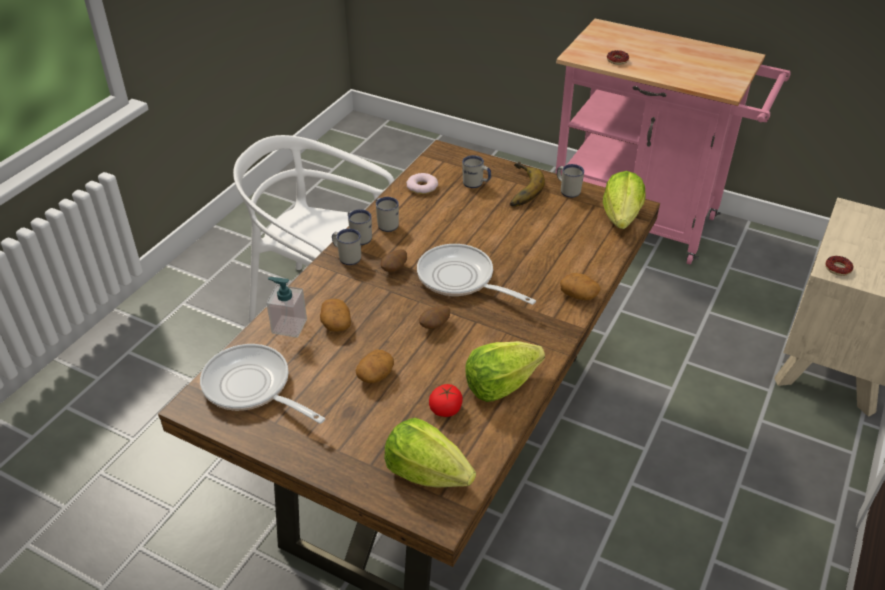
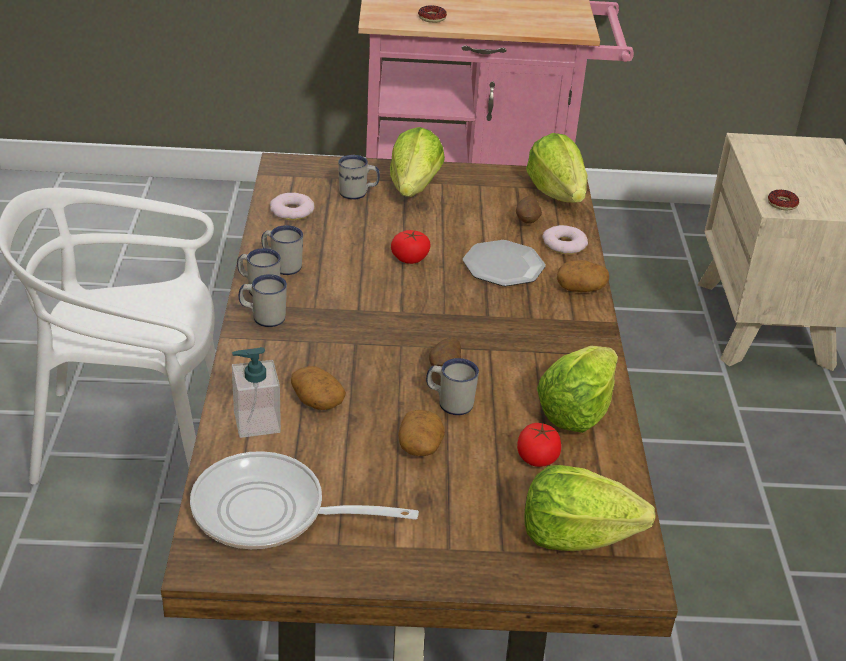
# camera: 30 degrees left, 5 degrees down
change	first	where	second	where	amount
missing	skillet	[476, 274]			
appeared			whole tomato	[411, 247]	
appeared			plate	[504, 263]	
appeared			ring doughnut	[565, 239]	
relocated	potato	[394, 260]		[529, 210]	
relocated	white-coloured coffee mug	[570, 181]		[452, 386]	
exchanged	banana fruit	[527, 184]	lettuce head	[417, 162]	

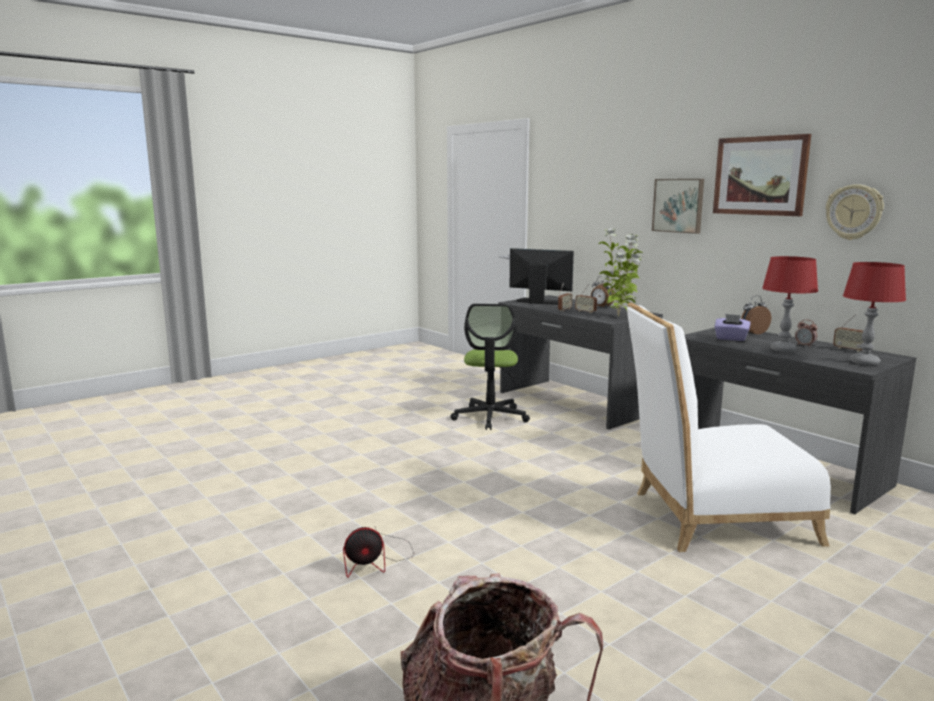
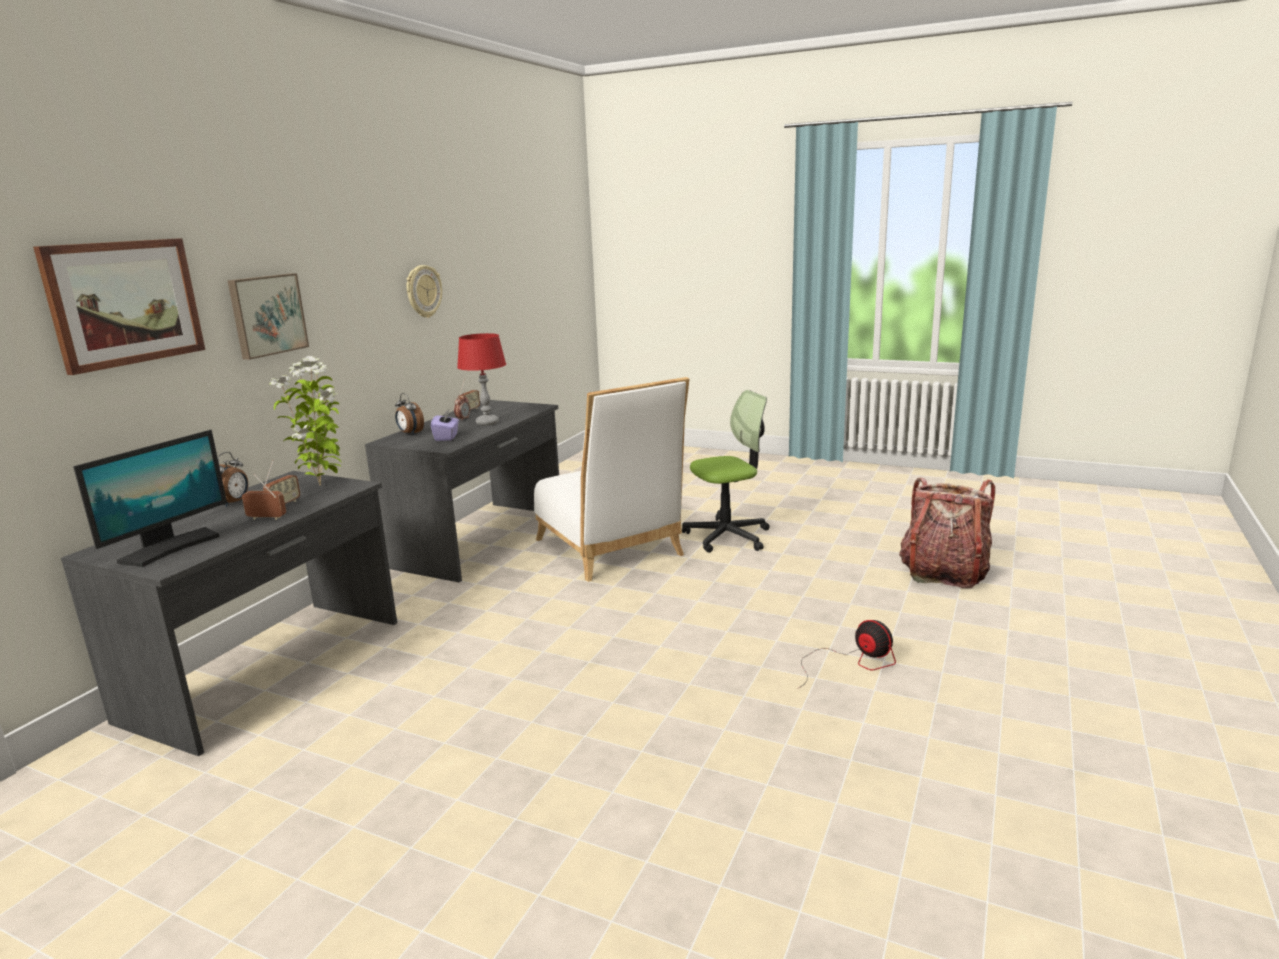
# camera: 115 degrees left, 5 degrees up
change	first	where	second	where	amount
missing	red table lamp	[874, 313]			
relocated	office chair	[490, 367]		[726, 471]	
relocated	wall art	[762, 175]		[119, 306]	
spun	monitor	[542, 276]		[150, 498]	150 degrees counterclockwise

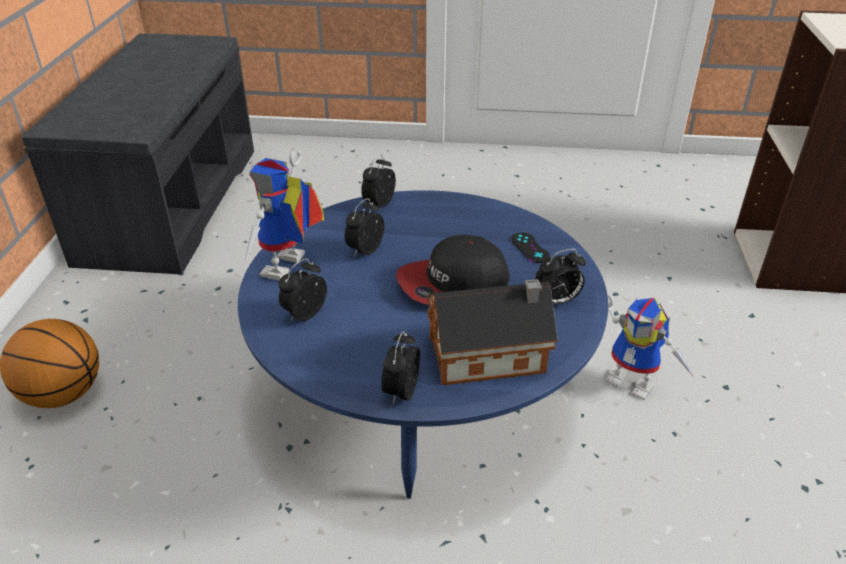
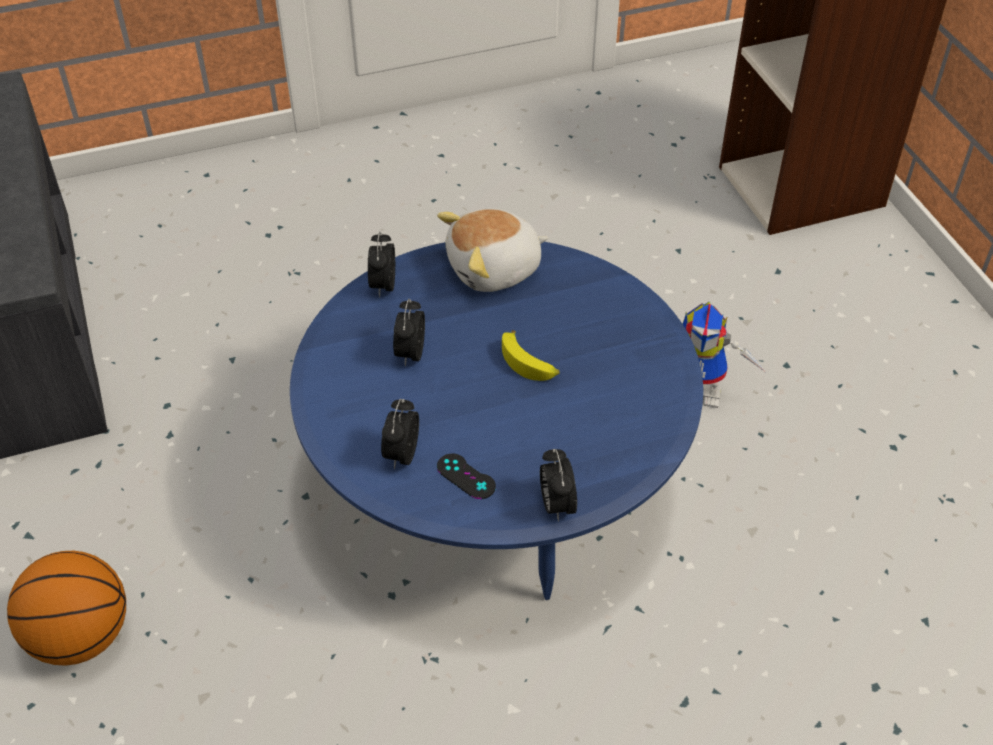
# camera: 25 degrees left, 10 degrees up
change	first	where	second	where	amount
missing	model robot	[284, 216]			
missing	model house	[492, 332]			
missing	table clock	[560, 276]			
appeared			plush toy	[492, 250]	
relocated	black game controller	[530, 247]		[466, 476]	
exchanged	baseball cap	[453, 270]	banana fruit	[531, 355]	

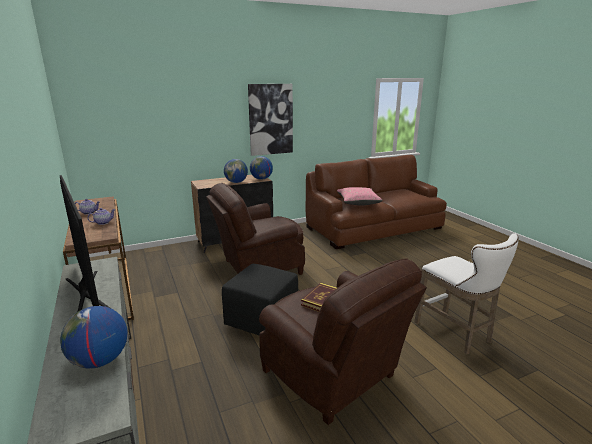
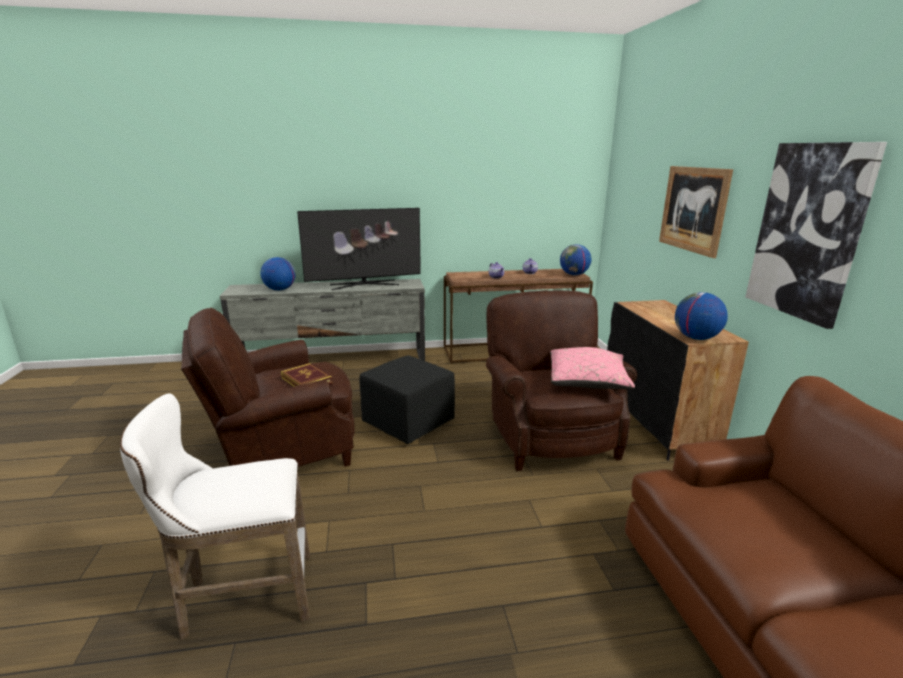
# camera: 105 degrees right, 0 degrees up
change	first	where	second	where	amount
appeared			wall art	[696, 212]	
relocated	world globe	[236, 171]		[575, 259]	
relocated	pink-coloured cushion	[359, 196]		[592, 368]	

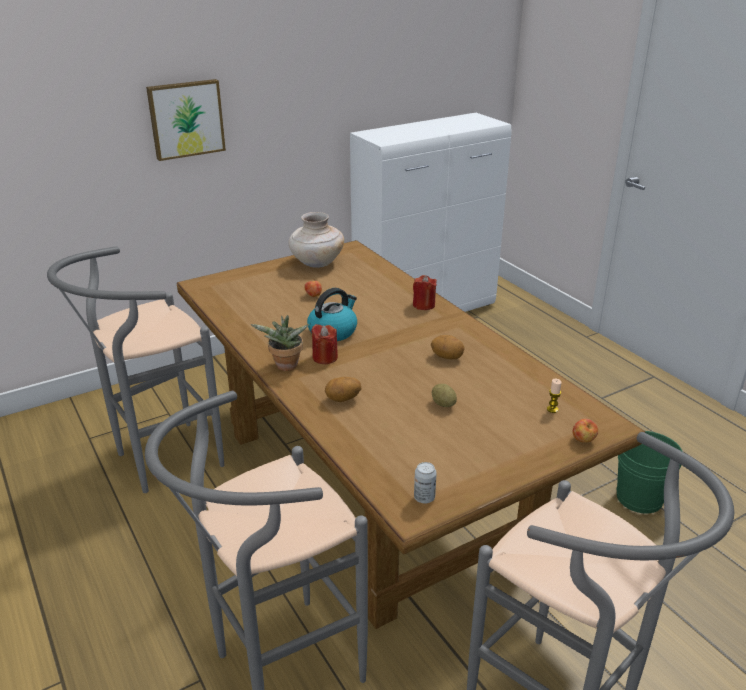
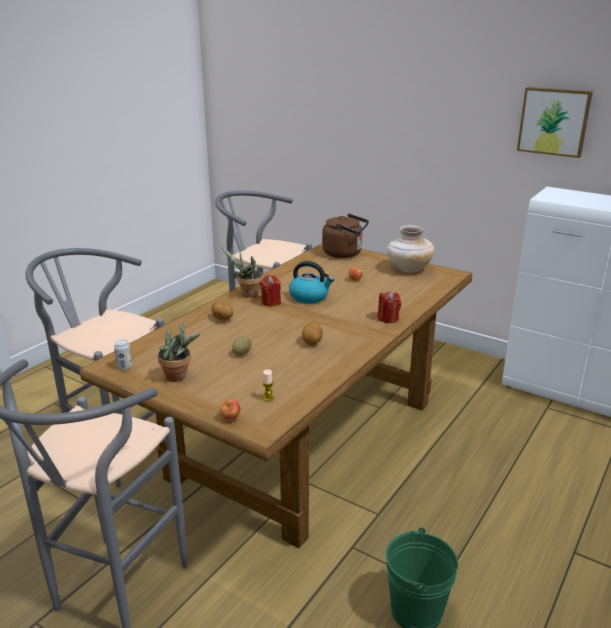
# camera: 65 degrees right, 5 degrees down
change	first	where	second	where	amount
appeared			potted plant	[178, 352]	
appeared			brown-coloured tea kettle	[345, 236]	
relocated	wall art	[186, 120]		[555, 122]	

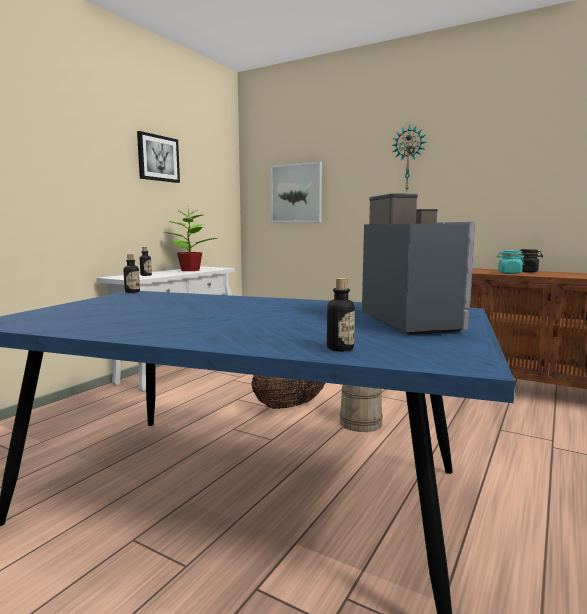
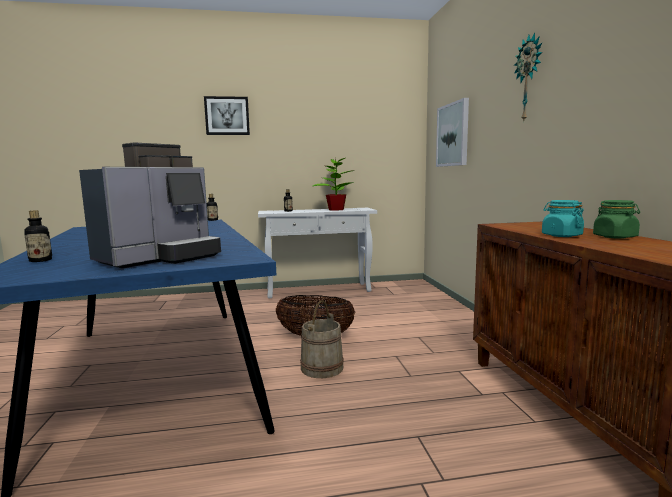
# camera: 50 degrees right, 0 degrees up
change	first	where	second	where	amount
relocated	wall art	[158, 157]		[227, 115]	
colour	black storage jar	[531, 260]	green-coloured storage jar	[616, 219]	

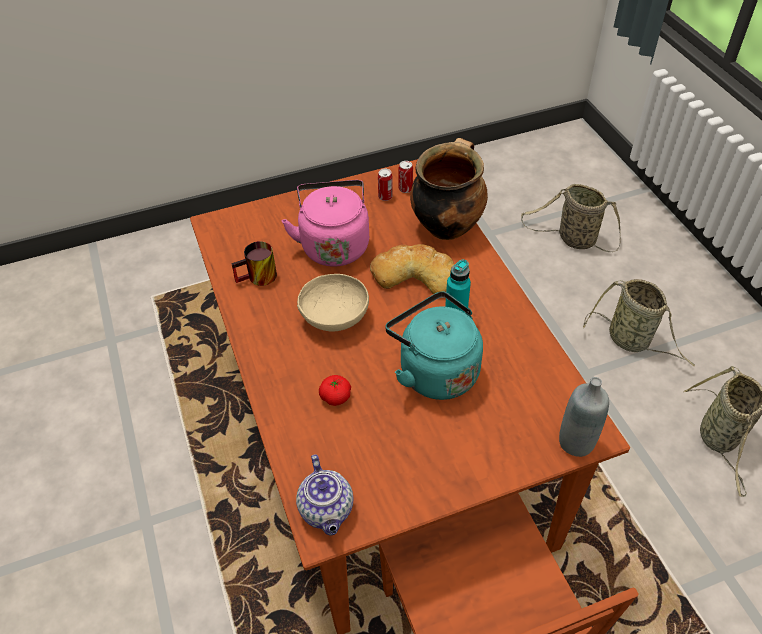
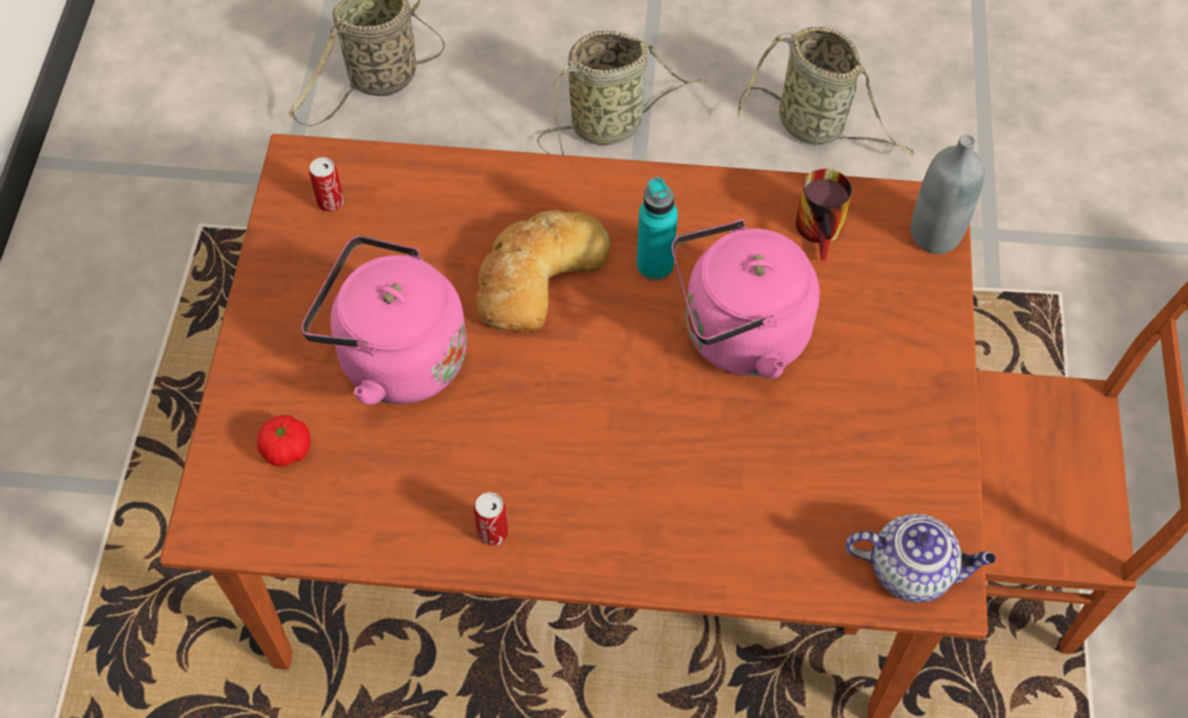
# camera: 65 degrees left, 10 degrees up
change	first	where	second	where	amount
missing	sand-coloured bowl	[333, 303]			
missing	cooking pot	[449, 189]			
relocated	coffee mug	[254, 263]		[824, 215]	
relocated	whole tomato	[335, 390]		[284, 441]	
relocated	sealed can	[385, 185]		[491, 519]	
colour	turquoise tea kettle	[434, 346]	pink-coloured tea kettle	[746, 299]	

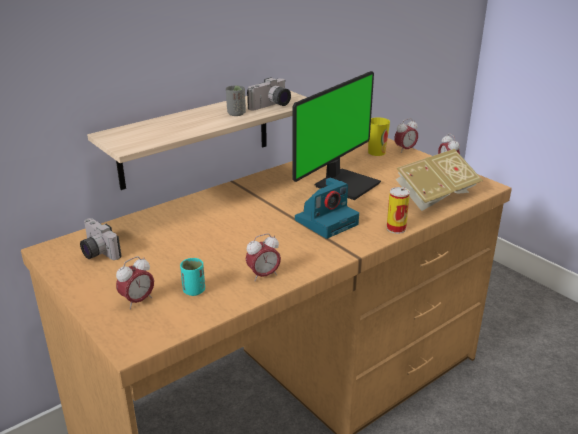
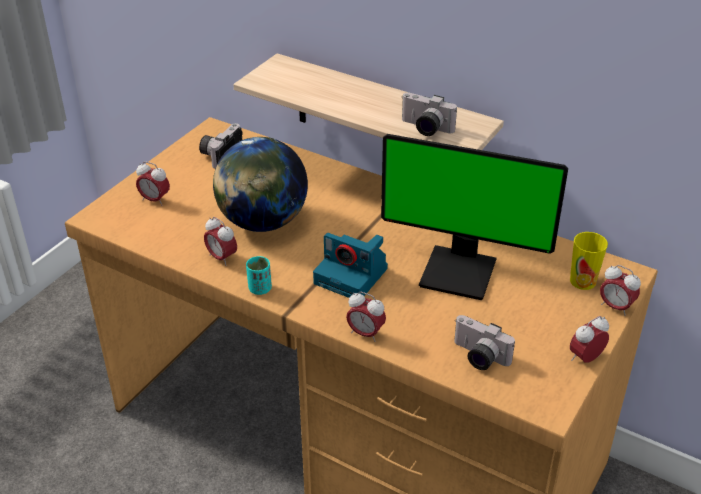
# camera: 70 degrees right, 10 degrees up
change	first	where	second	where	amount
missing	greyish small cup	[236, 100]			
appeared			world globe	[260, 184]	
relocated	turquoise small cup	[192, 277]		[259, 275]	
exchanged	sealed can	[398, 210]	table clock	[366, 316]	
exchanged	bound book	[439, 180]	photo camera	[484, 342]	

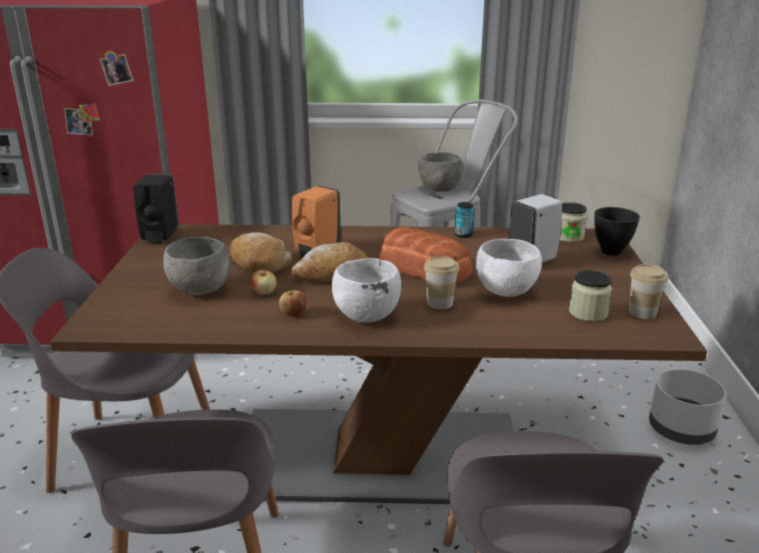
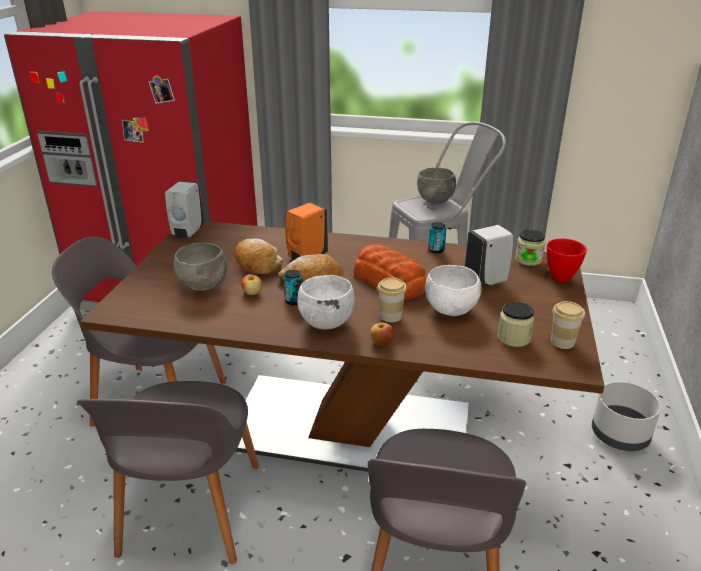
# camera: 10 degrees right, 5 degrees up
change	first	where	second	where	amount
appeared			sealed can	[293, 287]	
relocated	apple	[292, 303]		[382, 334]	
colour	black soap bottle	[156, 208]	white-coloured soap bottle	[184, 210]	
colour	black bowl	[617, 231]	red bowl	[567, 260]	

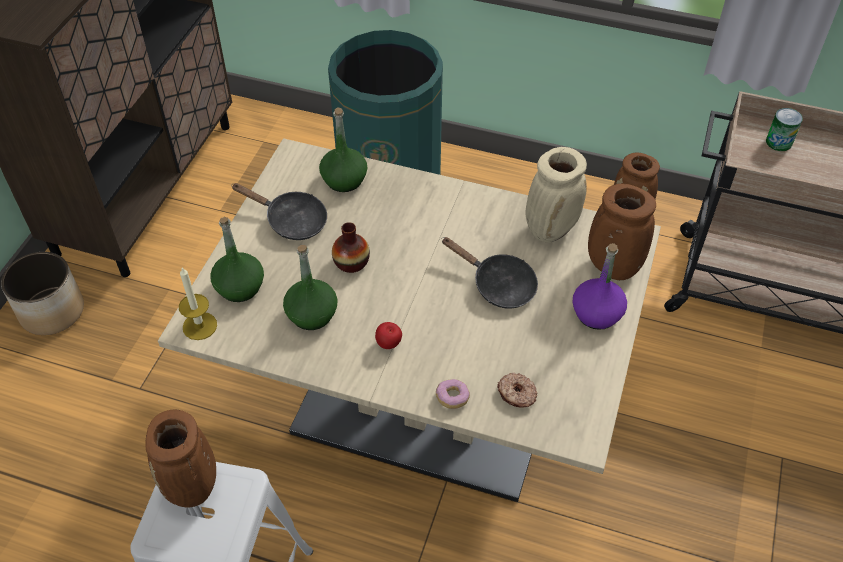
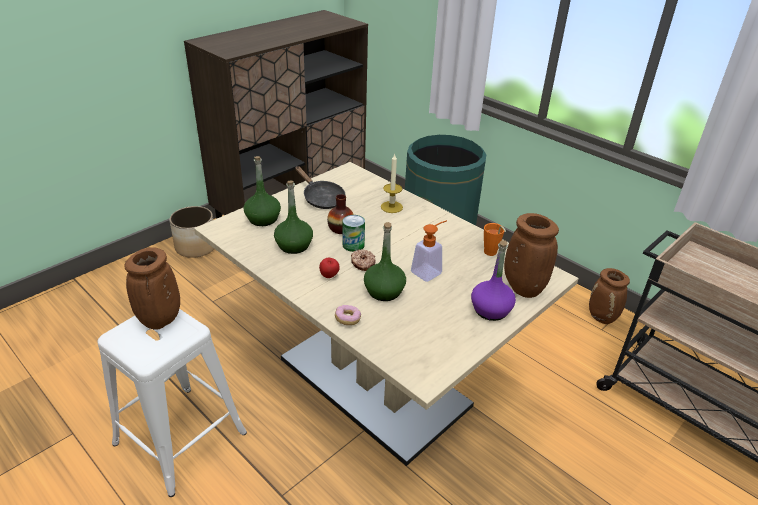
# camera: 25 degrees right, 15 degrees down
change	first	where	second	where	amount
relocated	wax candle	[198, 303]		[392, 183]	
relocated	green-coloured bottle	[343, 149]		[385, 261]	
relocated	ring doughnut	[517, 390]		[363, 260]	
relocated	sealed can	[784, 129]		[354, 233]	
exchanged	black skillet	[489, 273]	soap bottle	[429, 251]	
exchanged	sand-coloured flower vase	[556, 195]	orangey small cup	[495, 239]	

